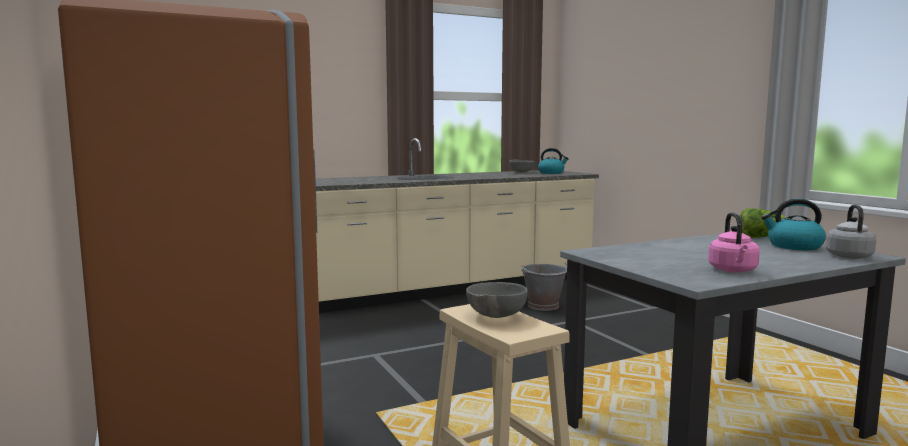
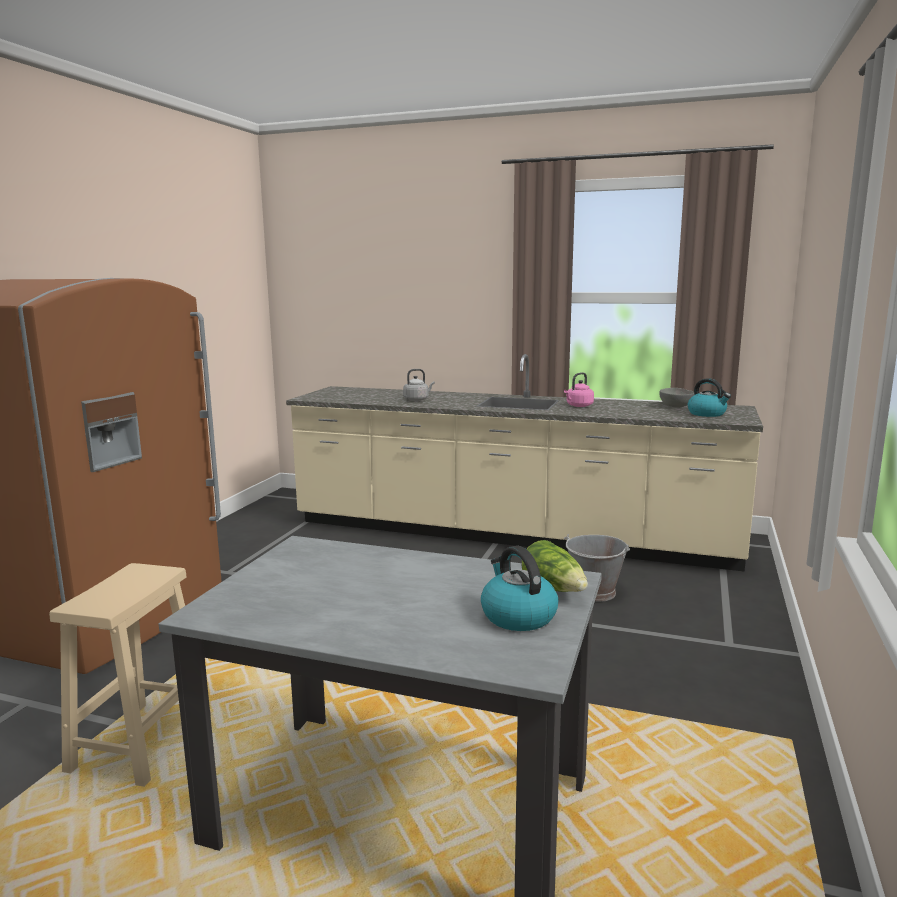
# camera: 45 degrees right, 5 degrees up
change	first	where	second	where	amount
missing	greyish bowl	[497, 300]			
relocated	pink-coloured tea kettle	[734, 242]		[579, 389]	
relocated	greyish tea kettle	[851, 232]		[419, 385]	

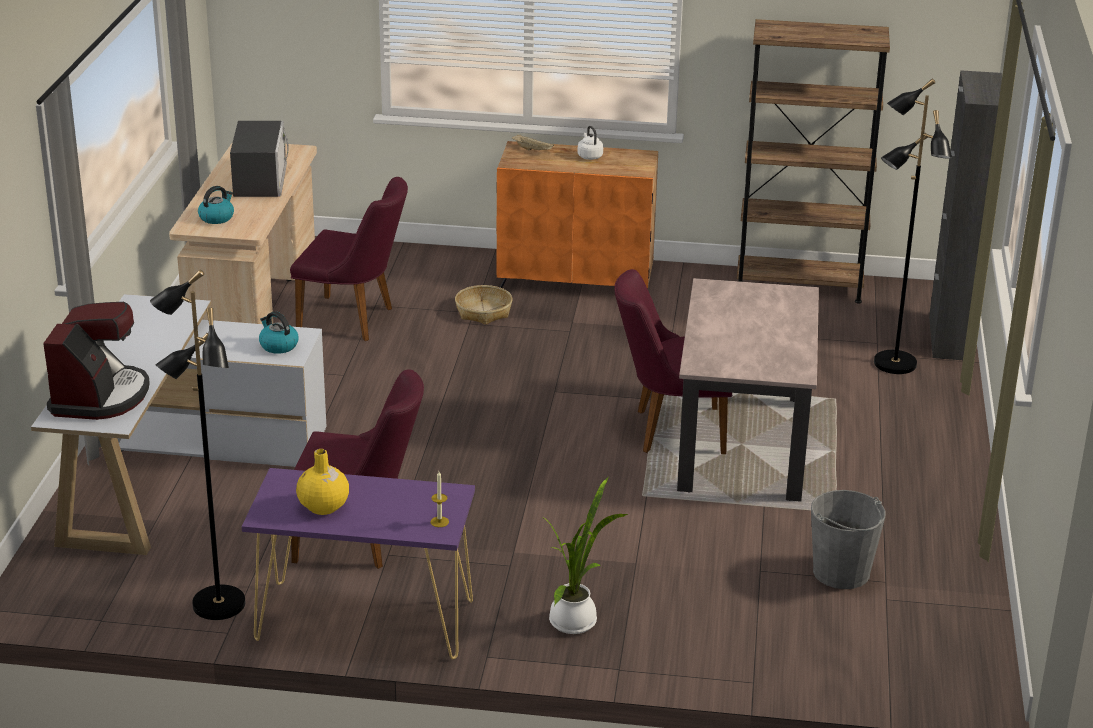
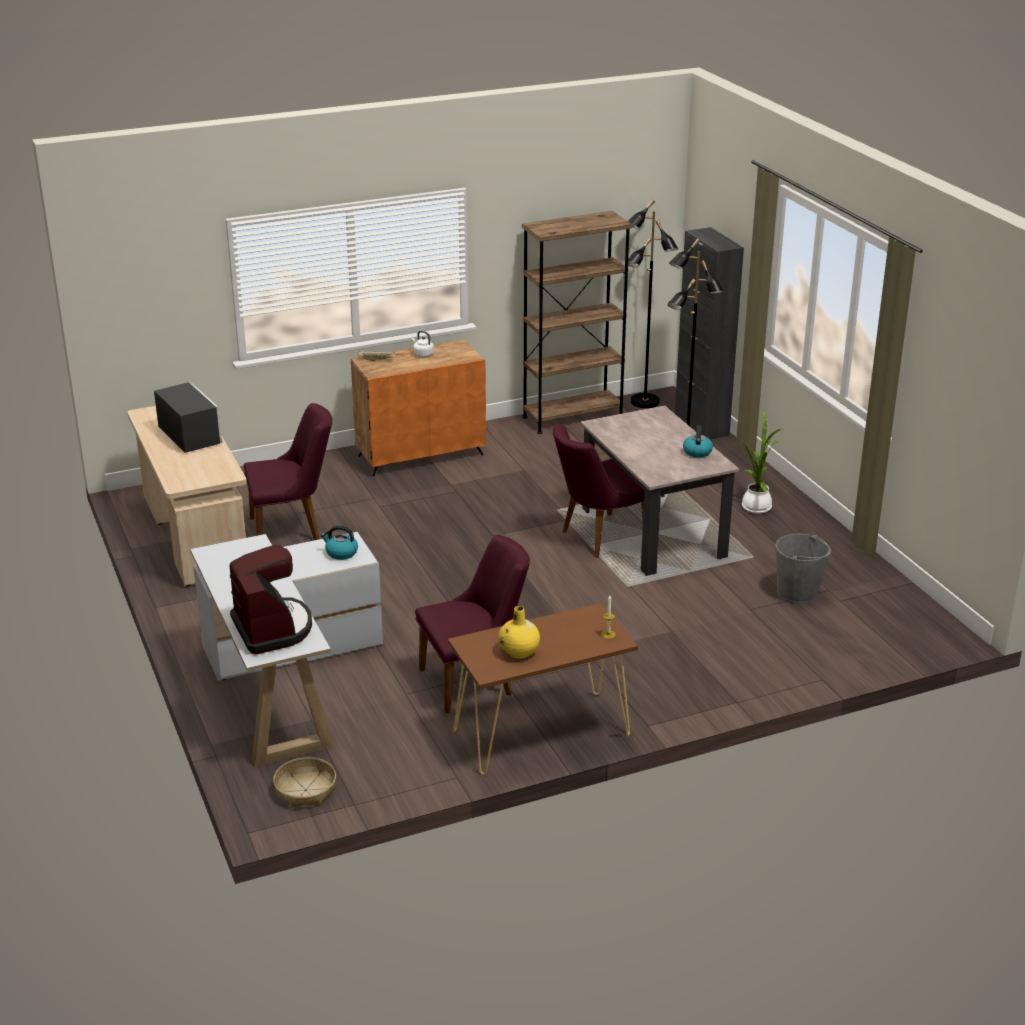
# camera: 30 degrees left, 0 degrees up
change	first	where	second	where	amount
relocated	black standard lamp	[197, 445]		[653, 304]	
relocated	tea kettle	[216, 205]		[698, 442]	
relocated	storage basket	[483, 305]		[304, 782]	
relocated	potted plant	[583, 555]		[763, 462]	
colour	purple-coloured hall table	[358, 563]	brown-coloured hall table	[543, 689]	

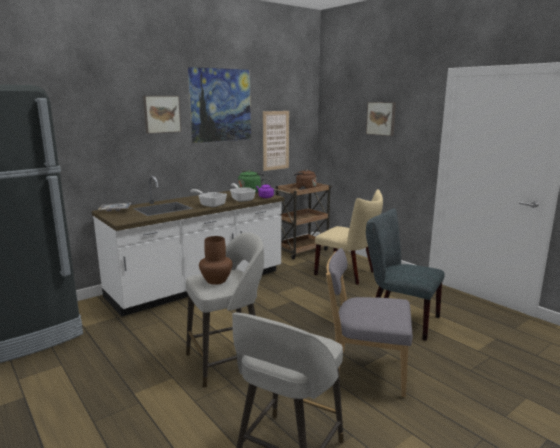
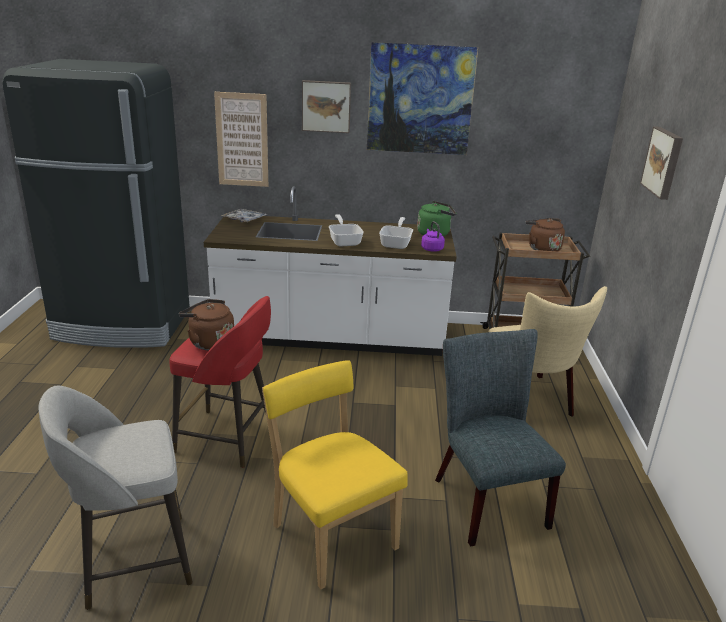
# camera: 40 degrees right, 10 degrees up
change	first	where	second	where	amount
relocated	wall art	[276, 141]		[241, 139]	
exchanged	brown-coloured flower vase	[216, 260]	brown-coloured tea kettle	[206, 325]	
colour	greyish stool	[225, 310]	red stool	[220, 382]	
colour	greyish chair	[369, 322]	yellow-coloured chair	[335, 474]	

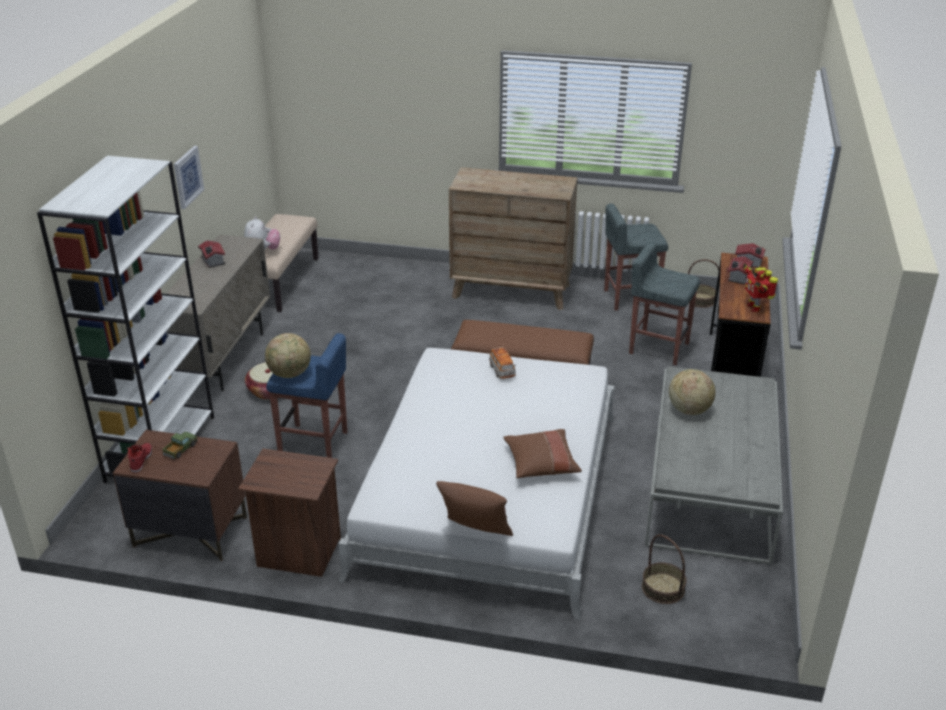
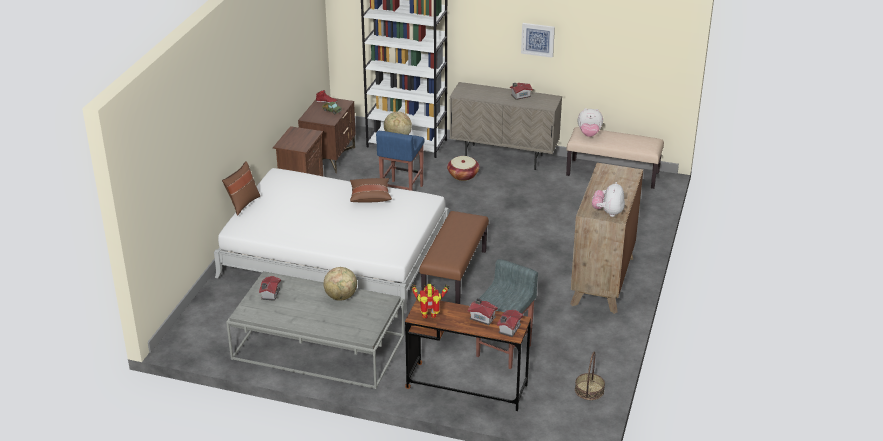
# camera: 95 degrees right, 0 degrees up
change	first	where	second	where	amount
missing	miniature car	[502, 363]			
missing	greyish stool	[636, 257]			
missing	storage basket	[664, 569]			
appeared			model house	[270, 288]	
appeared			plush toy	[608, 199]	
relocated	brown-coloured cushion	[542, 453]		[371, 190]	

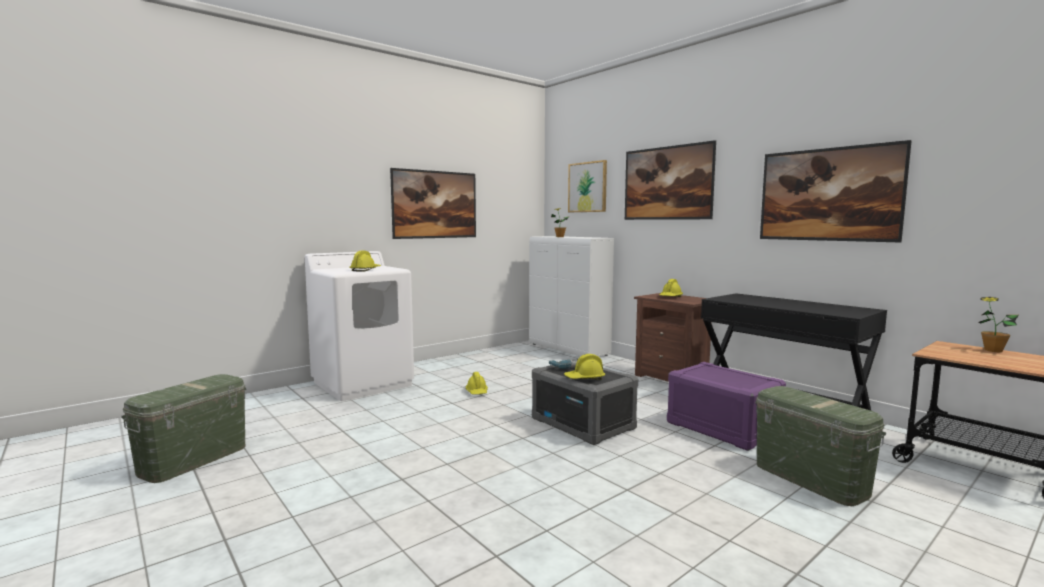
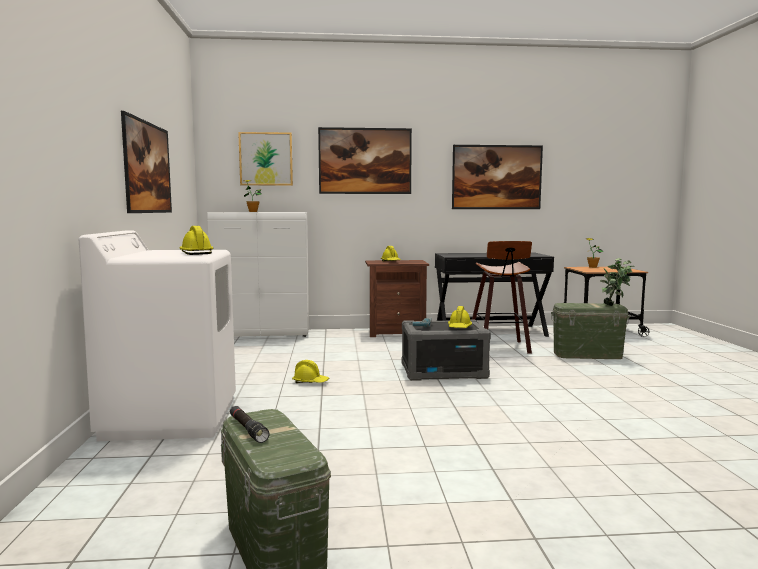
# camera: 55 degrees left, 0 degrees up
change	first	where	second	where	amount
appeared			black torch	[250, 424]	
appeared			potted plant	[617, 282]	
exchanged	purple-coloured storage box	[726, 406]	stool	[502, 297]	

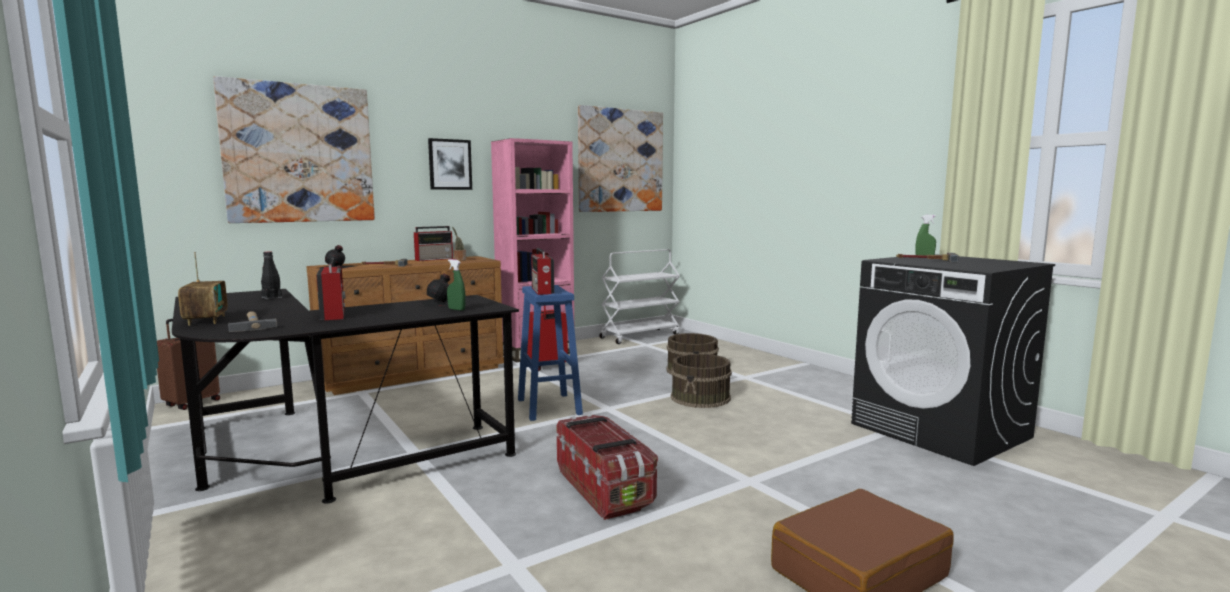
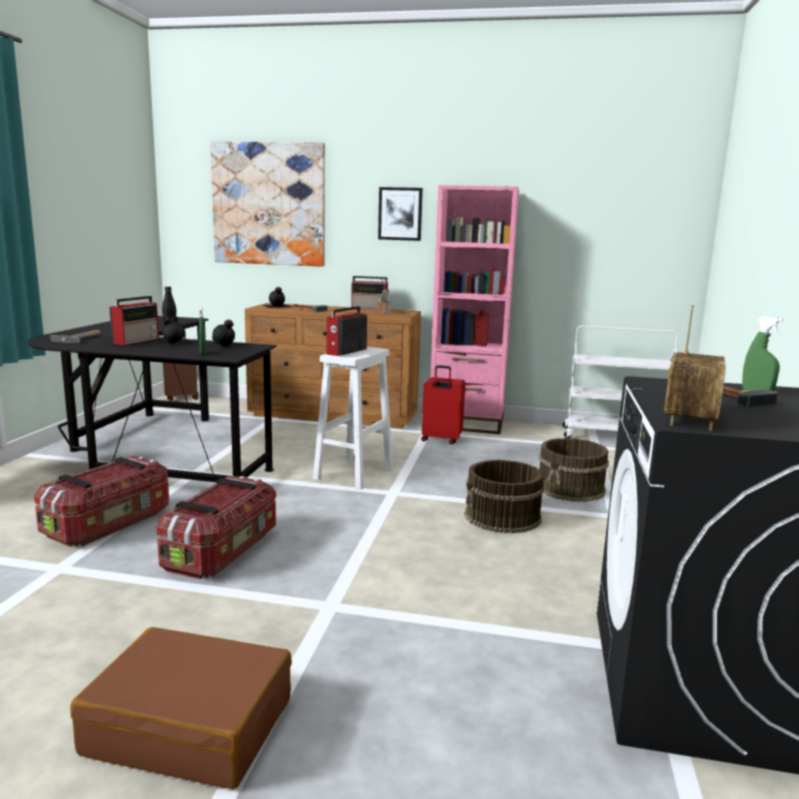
# camera: 45 degrees right, 5 degrees up
change	first	where	second	where	amount
missing	wall art	[620, 158]			
appeared			storage box	[101, 501]	
appeared			black bottle	[172, 332]	
relocated	radio	[203, 289]		[695, 368]	
colour	blue-coloured stool	[550, 353]	white-coloured stool	[353, 418]	

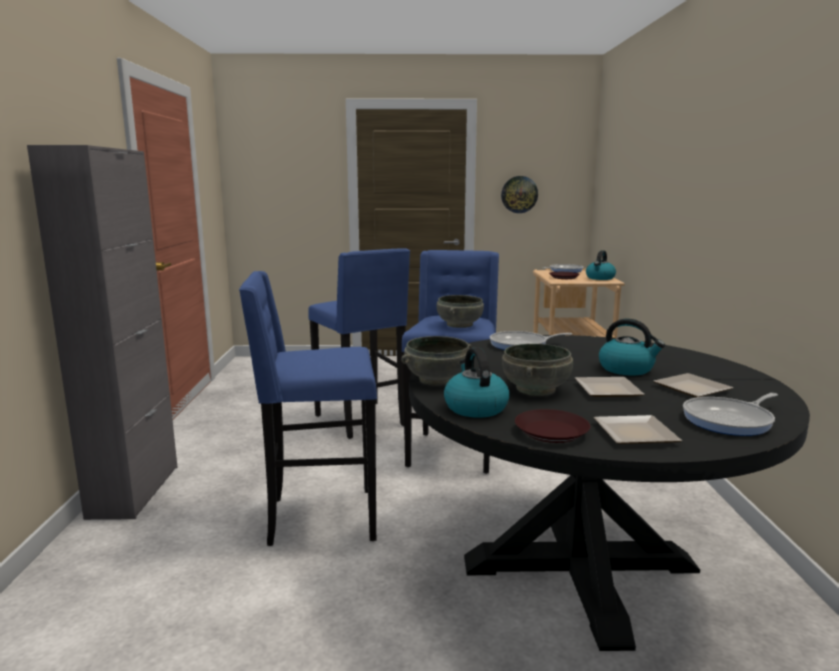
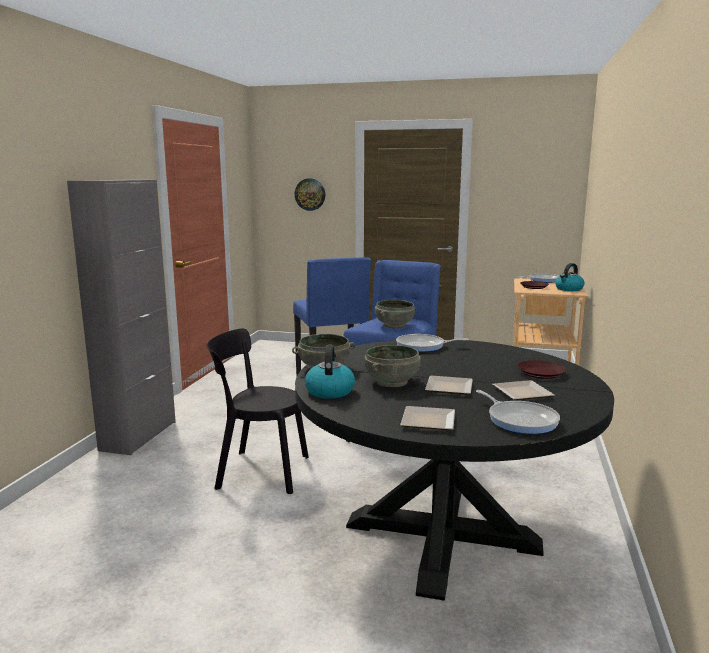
# camera: 15 degrees right, 0 degrees up
change	first	where	second	where	amount
missing	tea kettle	[632, 347]			
relocated	hanging clock	[519, 194]		[310, 194]	
relocated	brown-coloured plate	[552, 426]		[542, 369]	
exchanged	blue-coloured stool	[308, 408]	black chair	[257, 411]	
spun	skillet	[730, 414]		[518, 412]	105 degrees counterclockwise

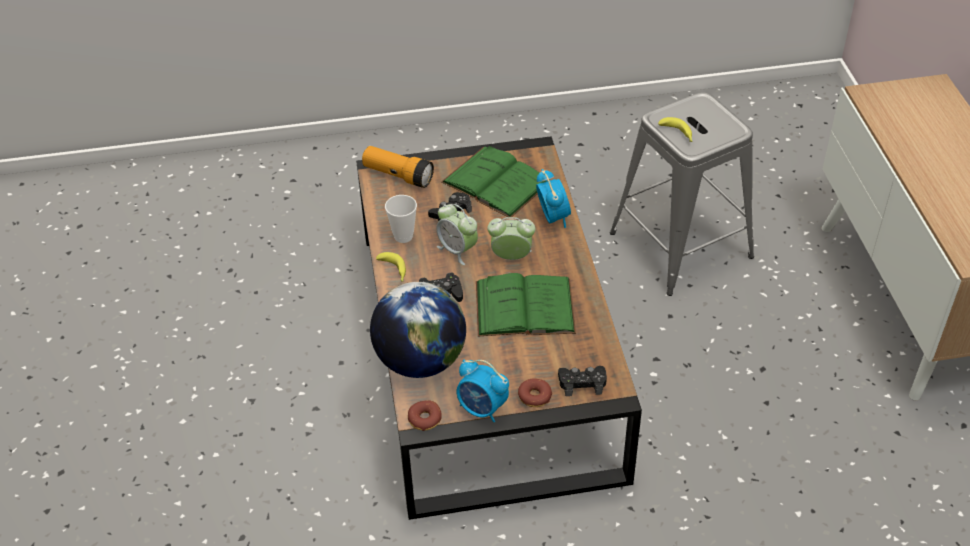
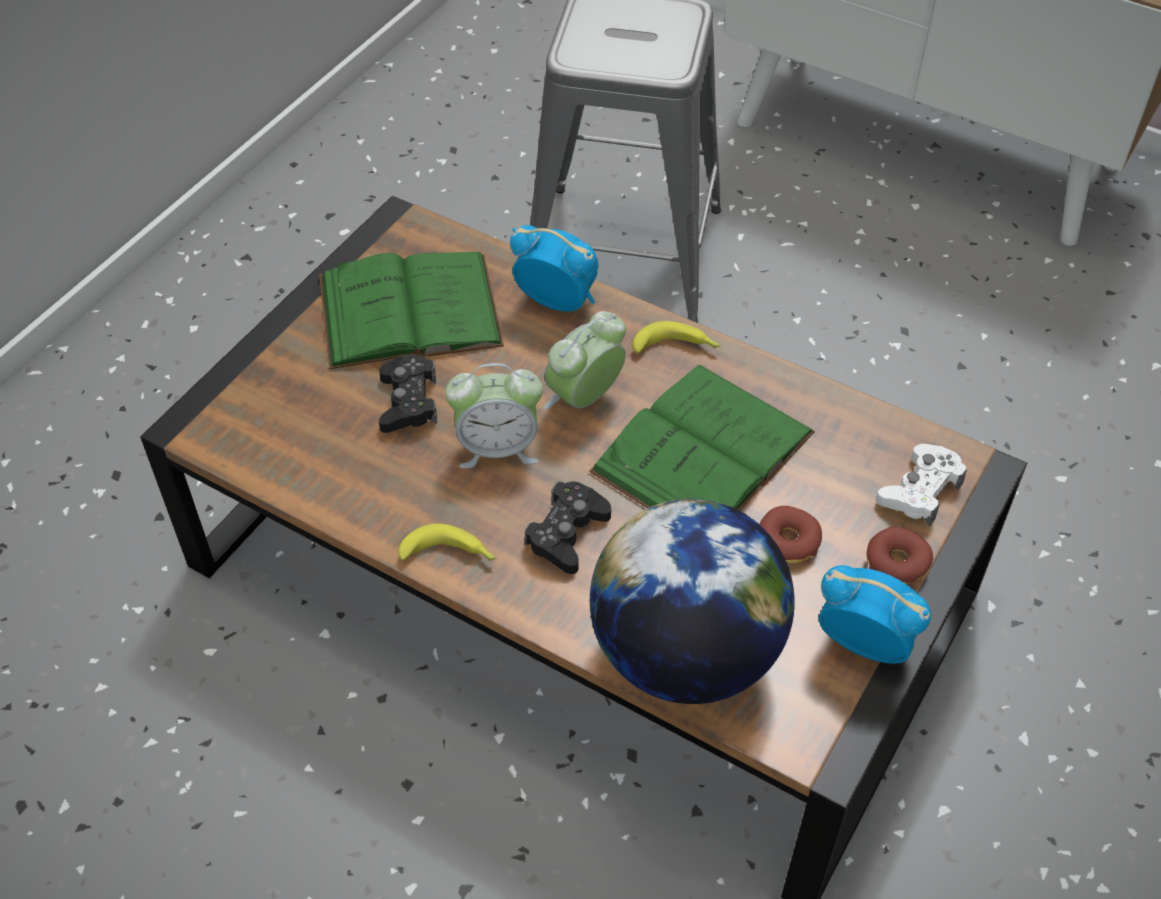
# camera: 50 degrees left, 5 degrees up
change	first	where	second	where	amount
missing	torch	[398, 167]			
missing	small cup	[401, 219]			
relocated	ring doughnut	[425, 415]		[790, 535]	
relocated	banana fruit	[675, 129]		[676, 337]	
colour	black game controller	[582, 381]	white-coloured game controller	[921, 485]	
spun	table clock	[482, 391]		[874, 614]	135 degrees counterclockwise

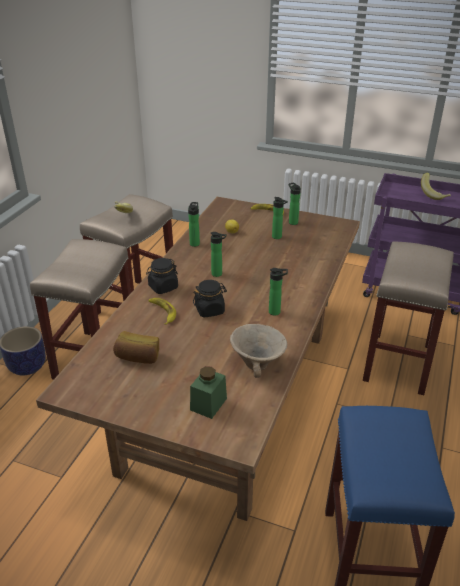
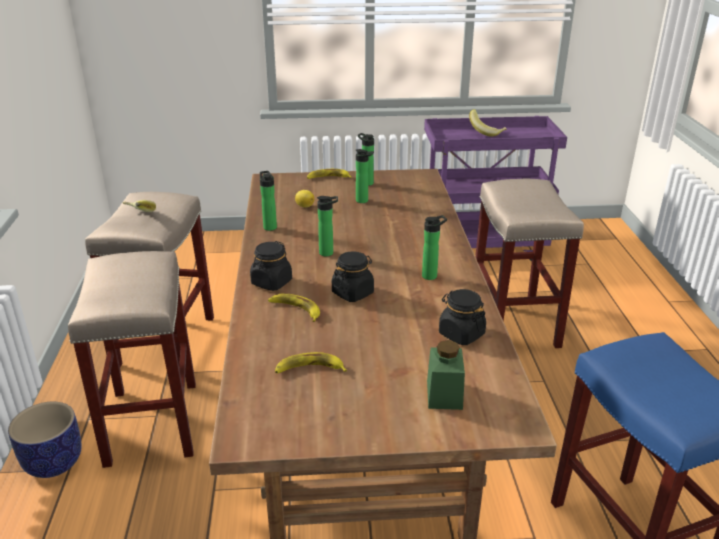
# camera: 25 degrees left, 5 degrees down
change	first	where	second	where	amount
exchanged	baked bread	[136, 347]	banana fruit	[311, 362]	
exchanged	sand-coloured bowl	[258, 351]	black storage jar	[462, 317]	

